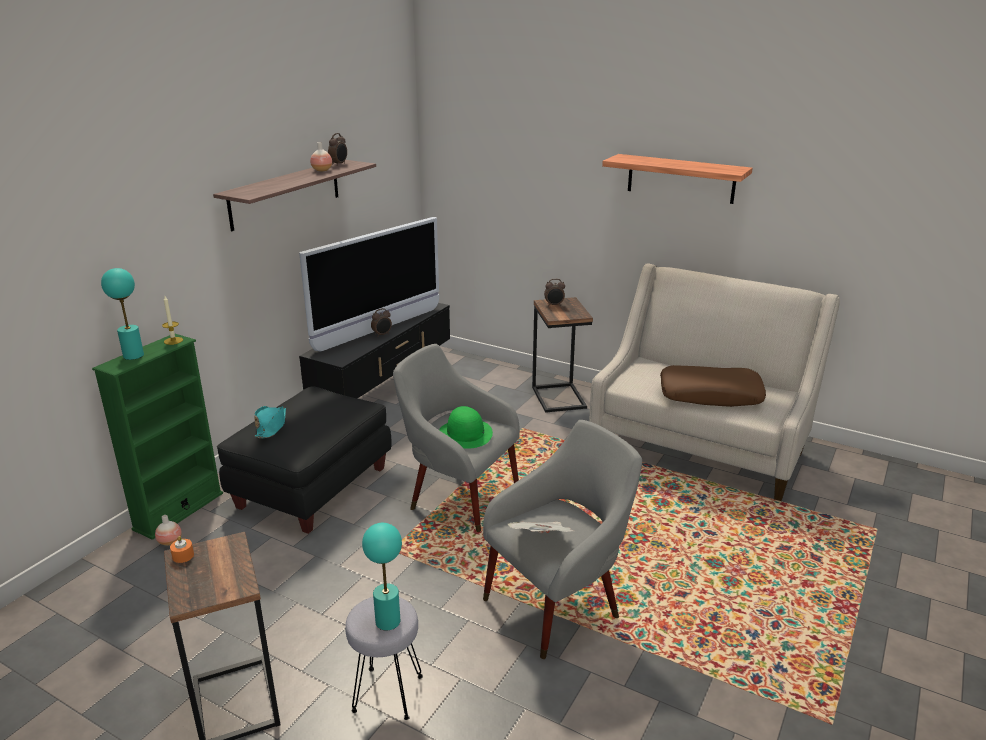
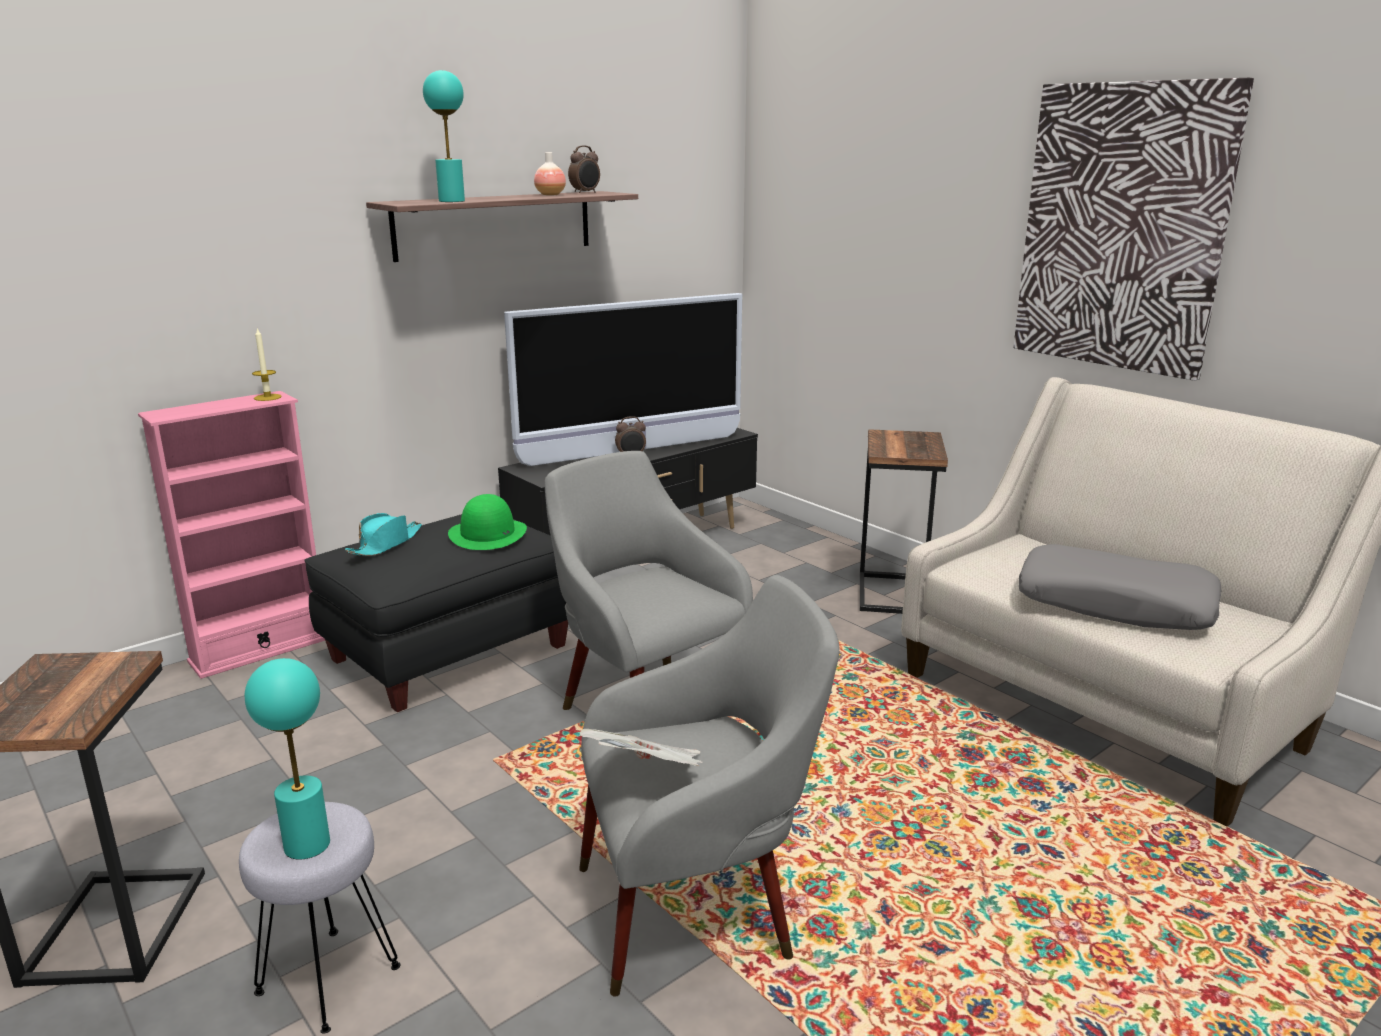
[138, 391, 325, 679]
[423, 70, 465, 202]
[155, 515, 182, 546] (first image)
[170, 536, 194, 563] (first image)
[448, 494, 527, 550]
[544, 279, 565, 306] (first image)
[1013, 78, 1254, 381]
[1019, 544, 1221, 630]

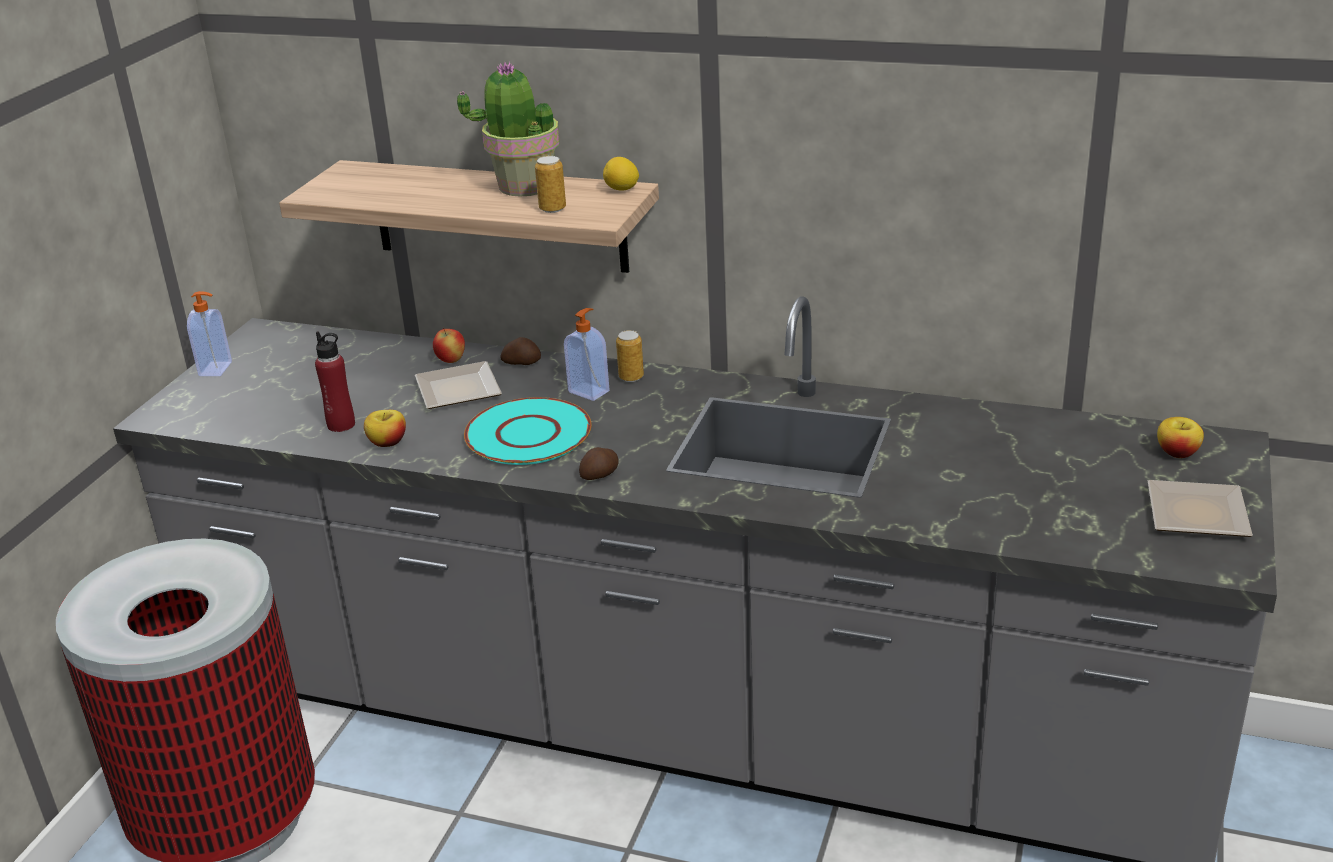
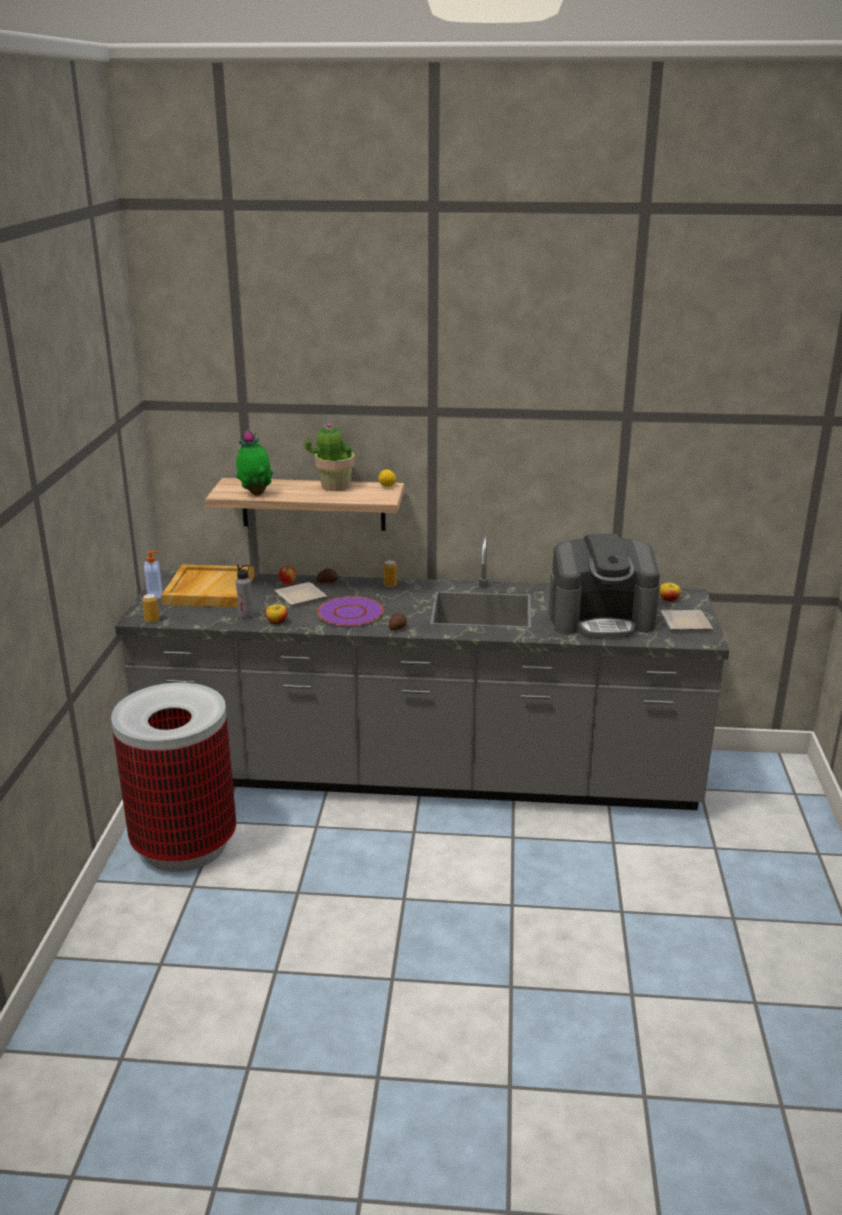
[236, 565, 253, 619]
[317, 596, 384, 627]
[142, 594, 159, 623]
[564, 308, 609, 401] (first image)
[161, 565, 255, 607]
[236, 430, 273, 496]
[549, 534, 660, 638]

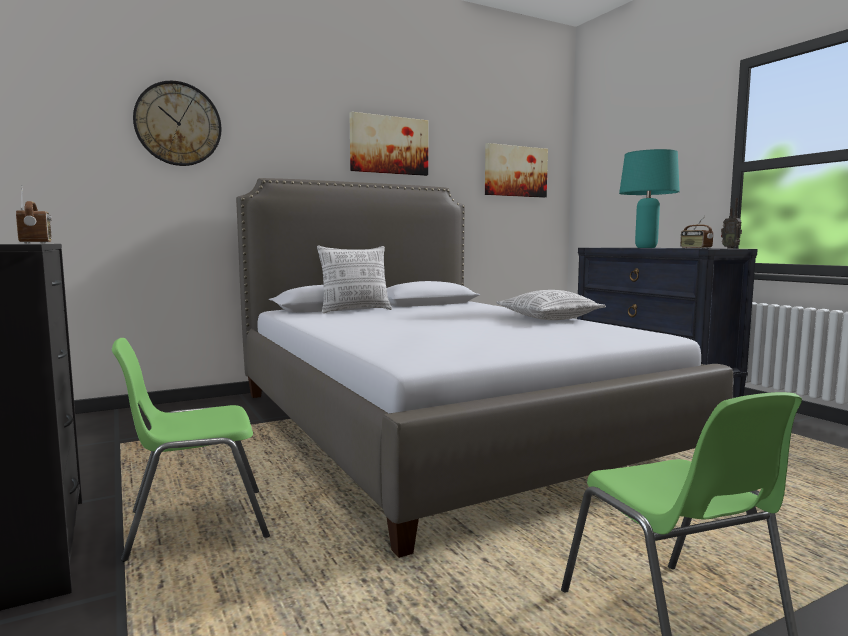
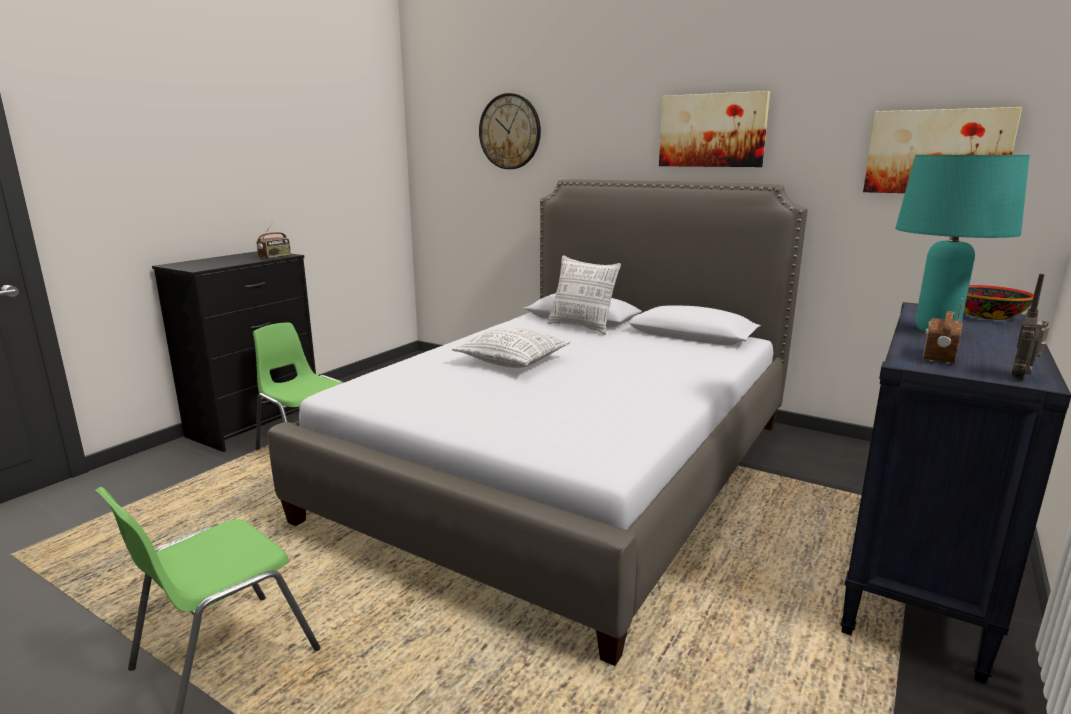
[452, 328, 570, 368]
[964, 285, 1034, 320]

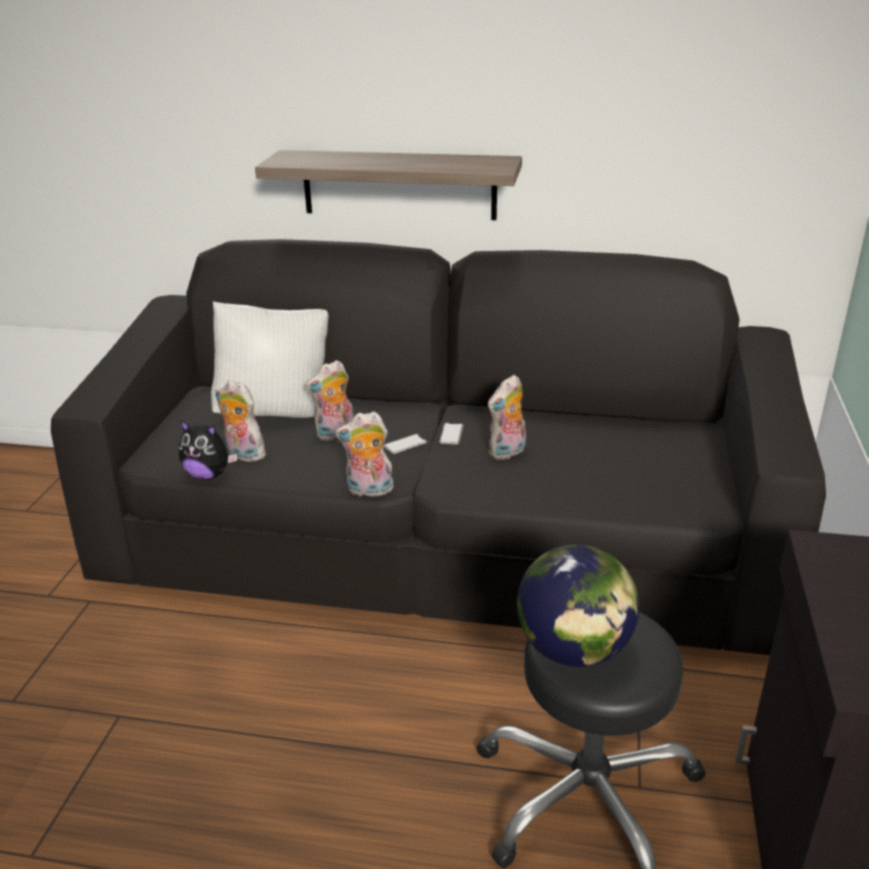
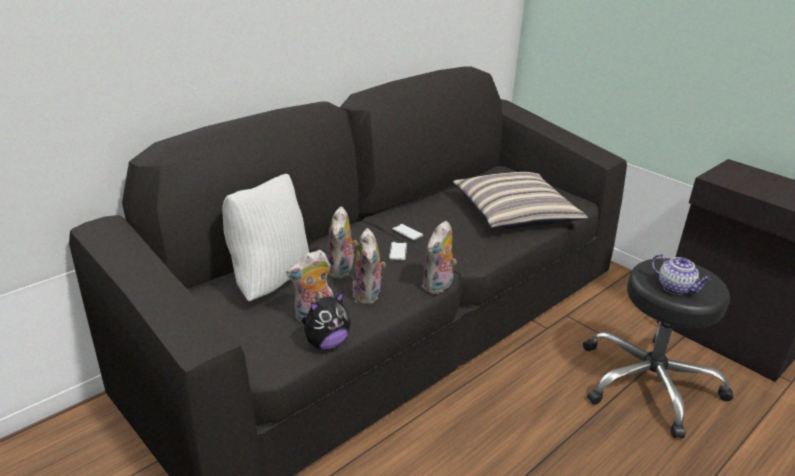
[255, 150, 522, 220] (first image)
[352, 228, 386, 305]
[651, 254, 712, 295]
[453, 172, 588, 229]

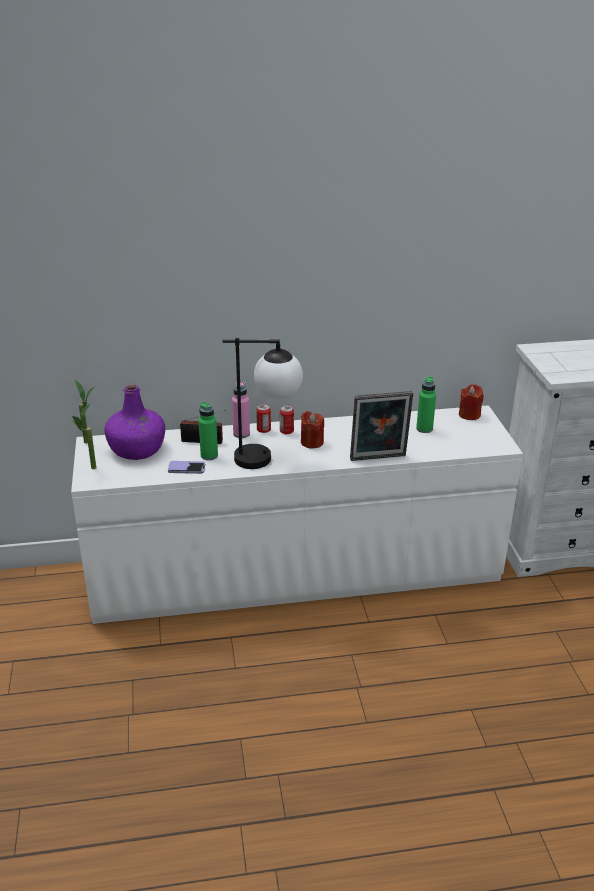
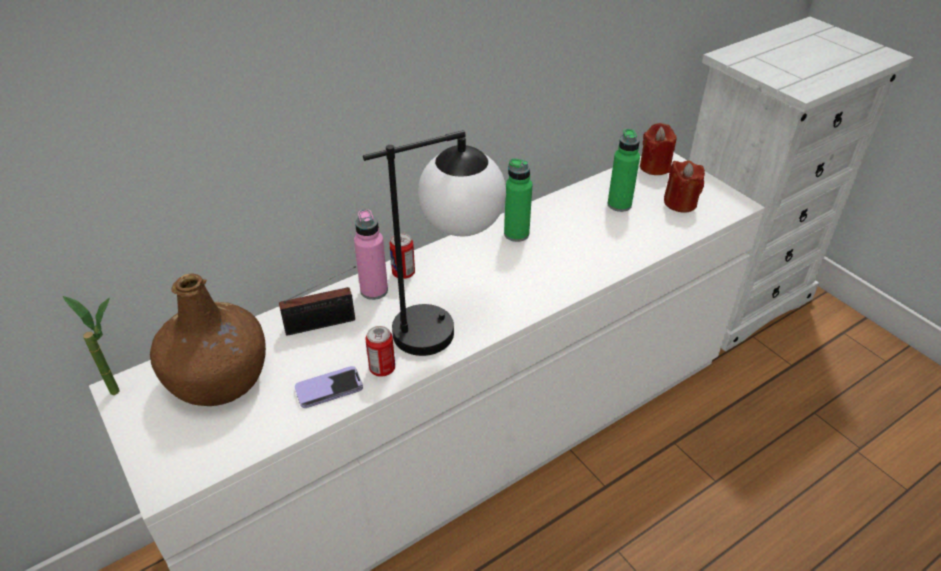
[71, 404, 96, 469] (first image)
[150, 274, 266, 406]
[504, 158, 533, 242]
[365, 326, 395, 377]
[664, 160, 705, 212]
[350, 391, 413, 461] (first image)

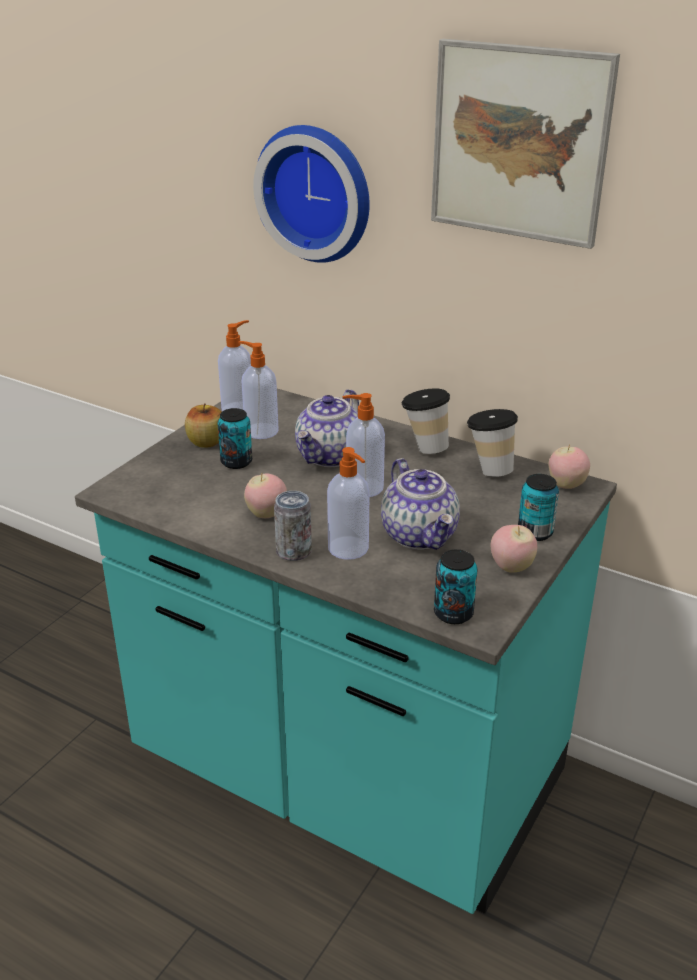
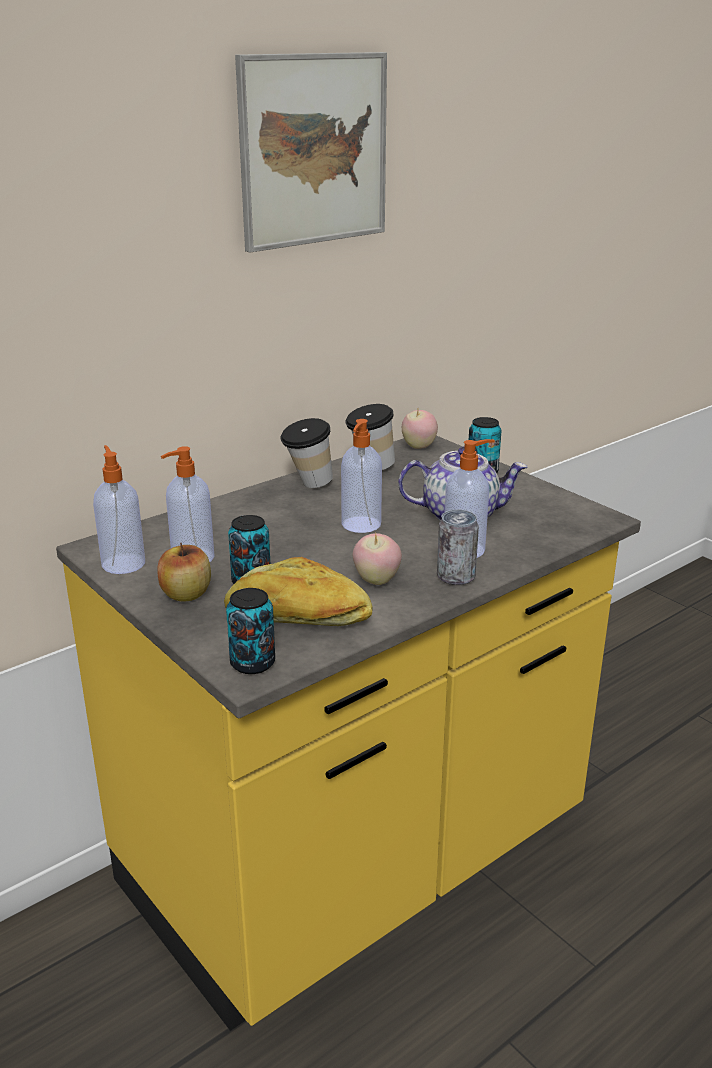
[56, 436, 641, 1031]
[253, 125, 370, 263] (first image)
[295, 389, 359, 467] (first image)
[226, 588, 275, 674]
[491, 525, 537, 573] (first image)
[224, 557, 373, 626]

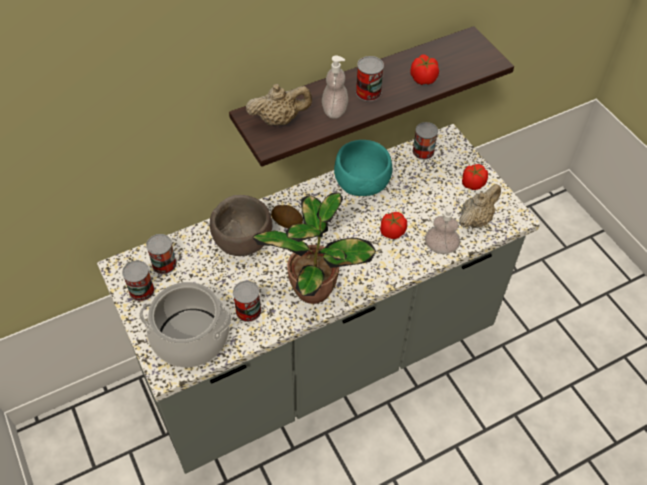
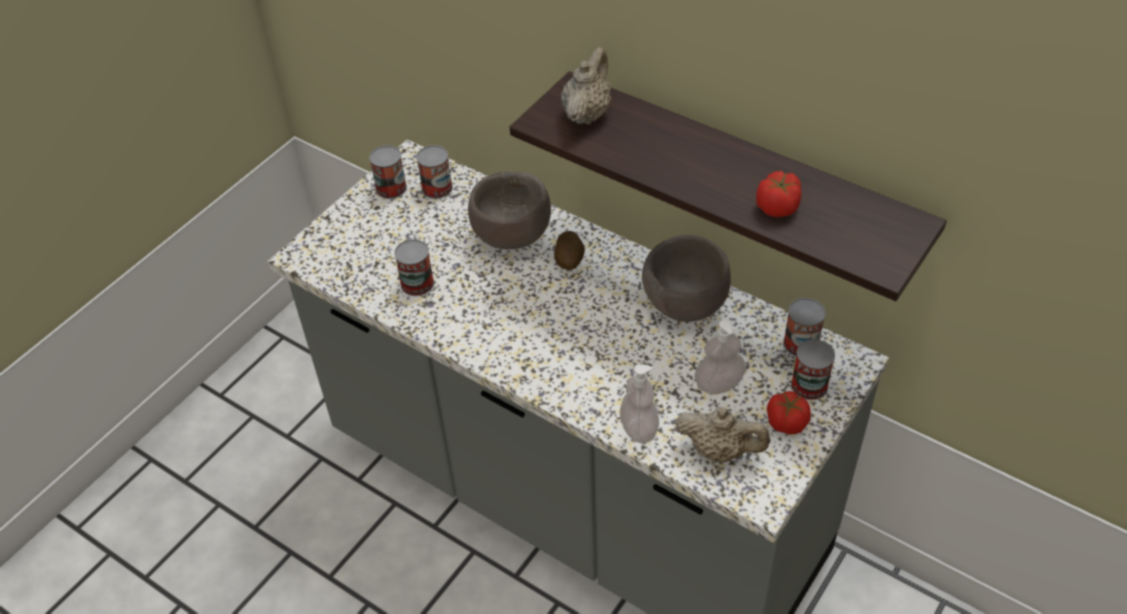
[139, 282, 232, 367] (first image)
[561, 47, 612, 125]
[252, 193, 376, 304] (first image)
[694, 320, 746, 394]
[642, 235, 731, 322]
[791, 339, 835, 400]
[380, 212, 407, 239] (first image)

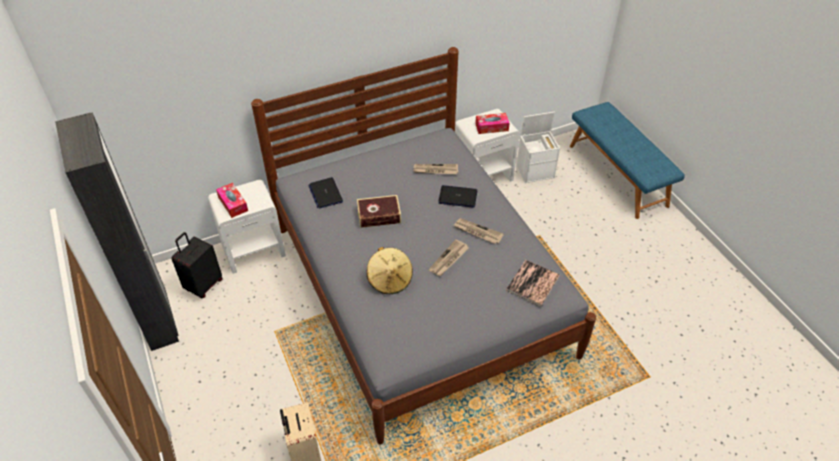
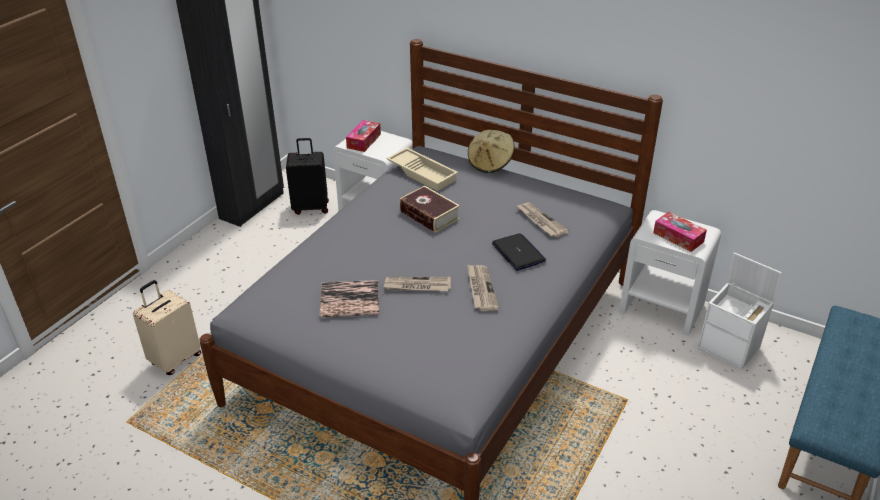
[386, 147, 458, 191]
[468, 130, 514, 173]
[320, 280, 379, 318]

